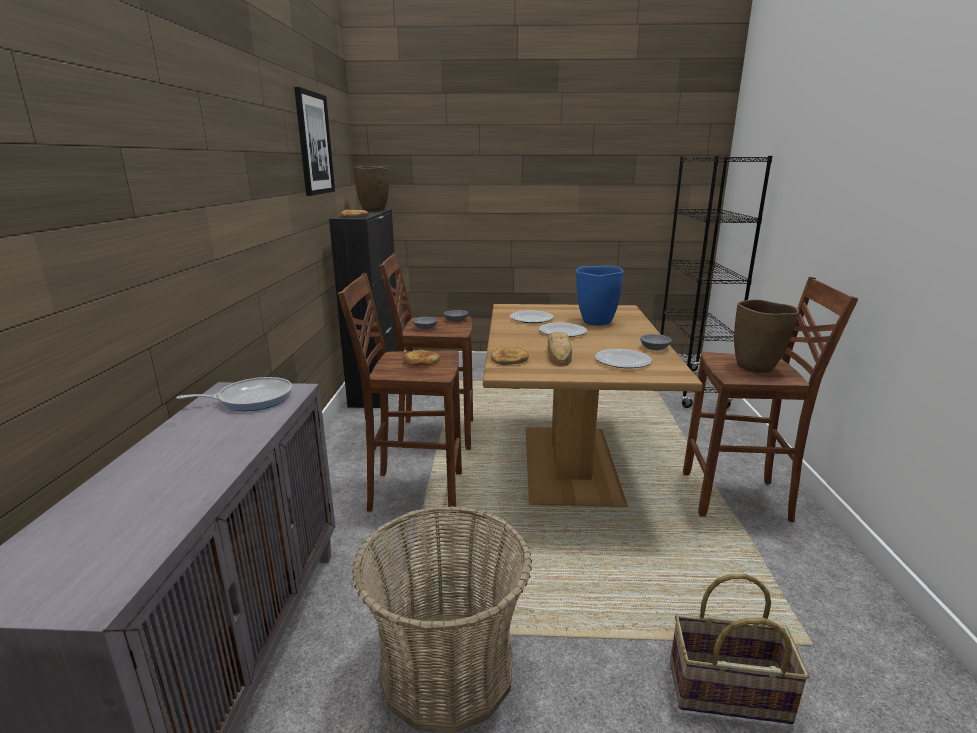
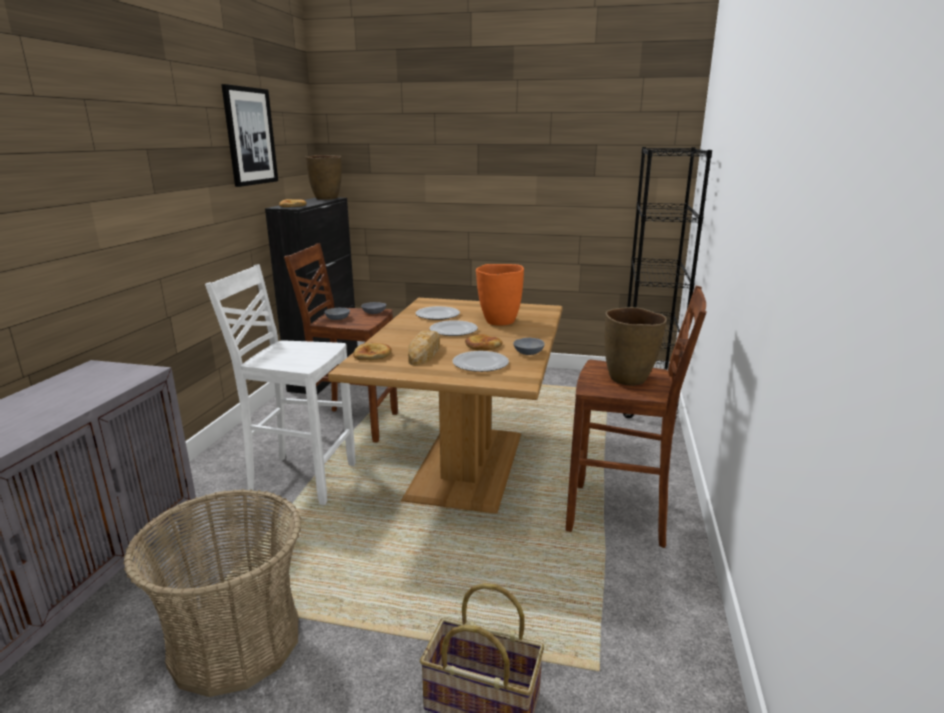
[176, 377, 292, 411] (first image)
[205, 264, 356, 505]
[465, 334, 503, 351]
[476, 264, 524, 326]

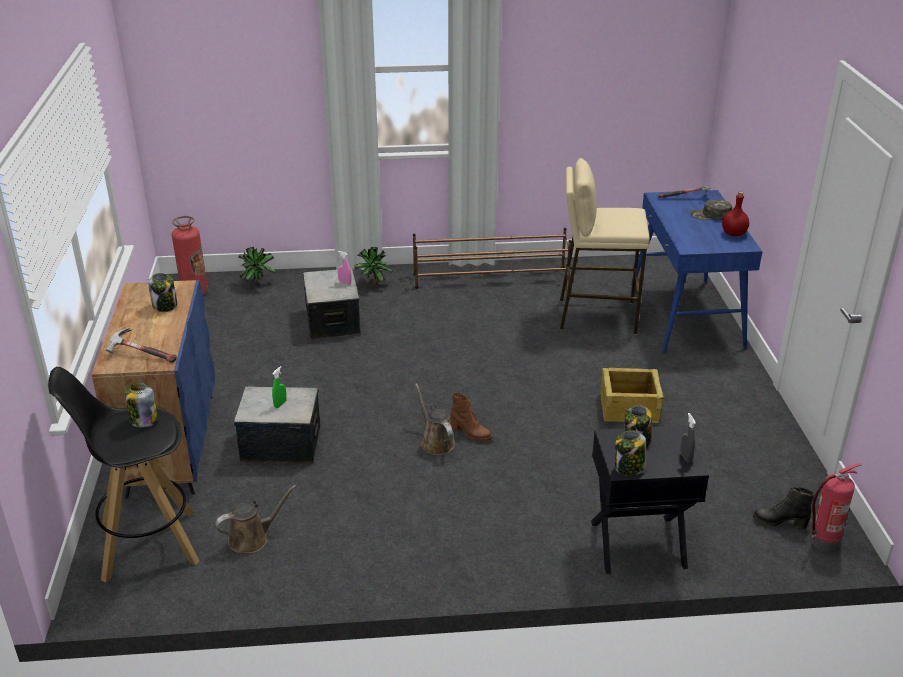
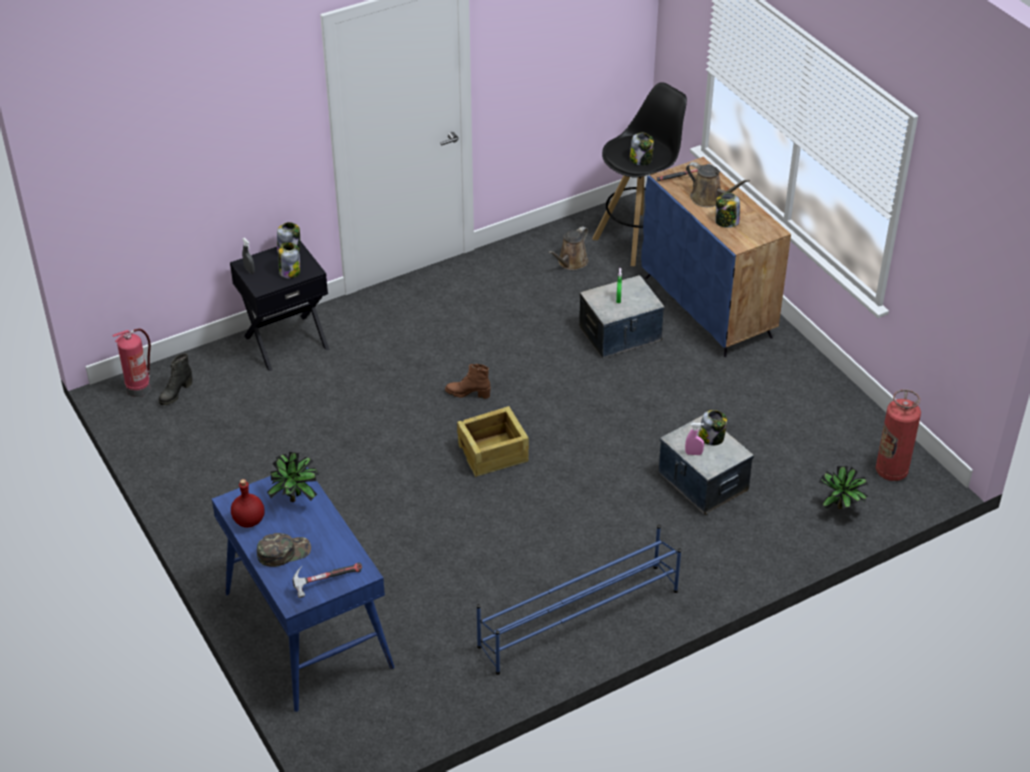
[267, 452, 319, 502]
[477, 525, 681, 675]
[686, 162, 750, 207]
[560, 158, 650, 334] (first image)
[457, 406, 529, 477]
[159, 353, 192, 405]
[699, 410, 727, 446]

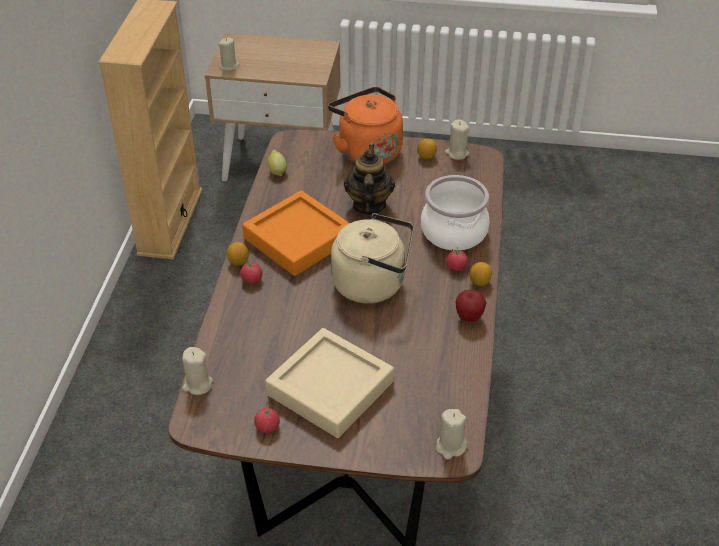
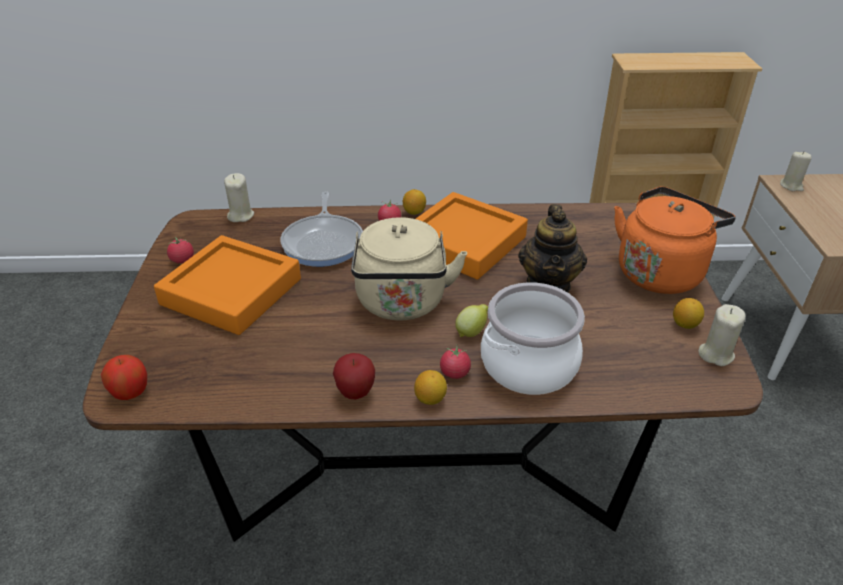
[154, 235, 301, 335]
[455, 304, 488, 337]
[518, 204, 587, 293]
[101, 355, 147, 400]
[281, 192, 363, 267]

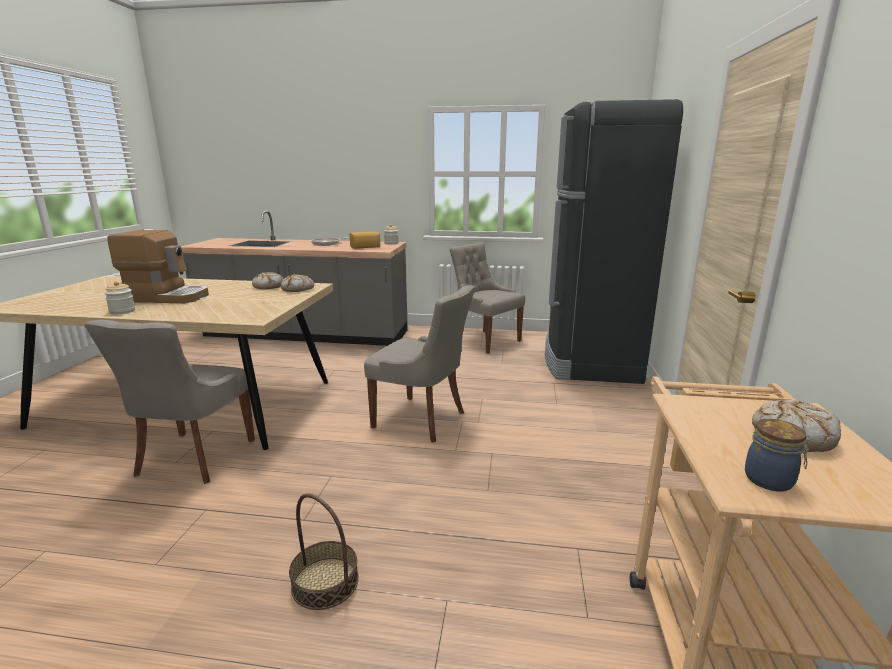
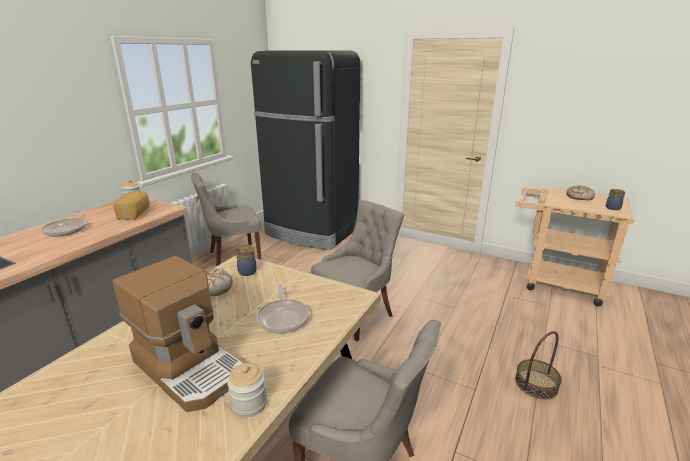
[113, 256, 243, 412]
[236, 246, 257, 276]
[256, 284, 309, 333]

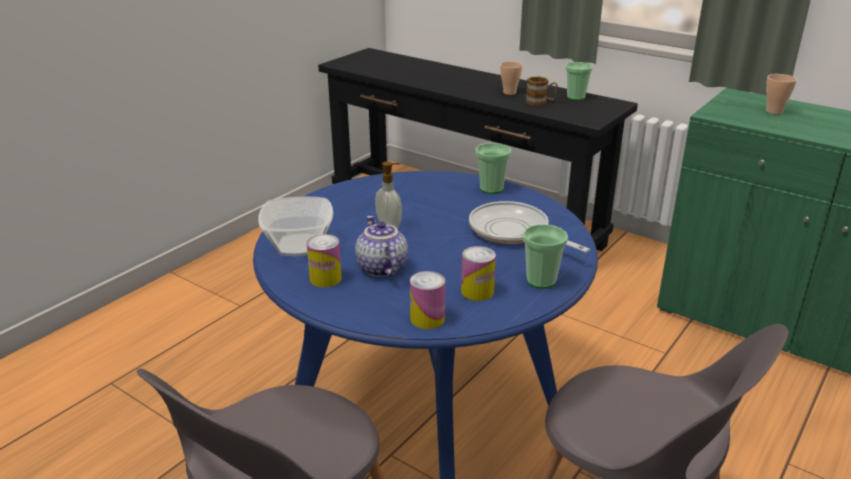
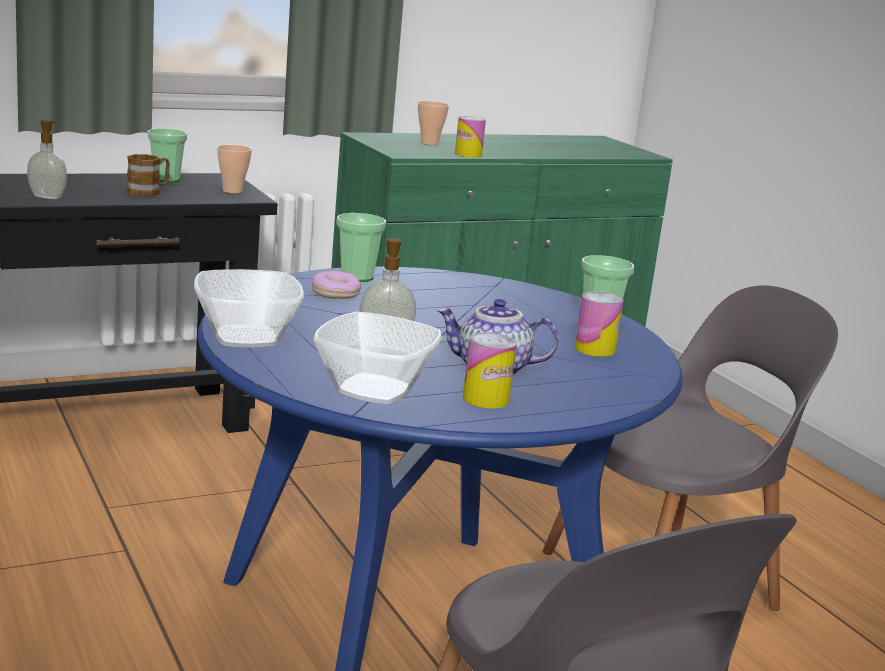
[455, 116, 486, 158]
[469, 201, 590, 253] (first image)
[217, 145, 252, 193]
[27, 120, 67, 199]
[194, 269, 304, 348]
[312, 271, 361, 299]

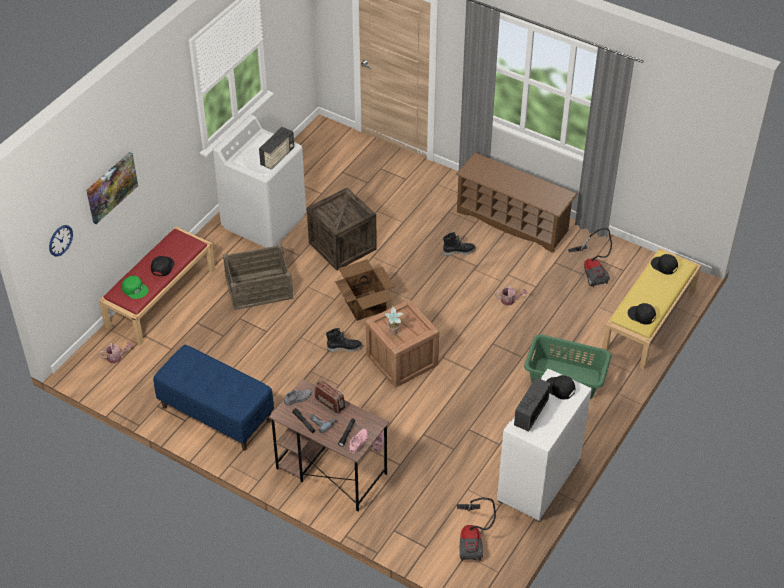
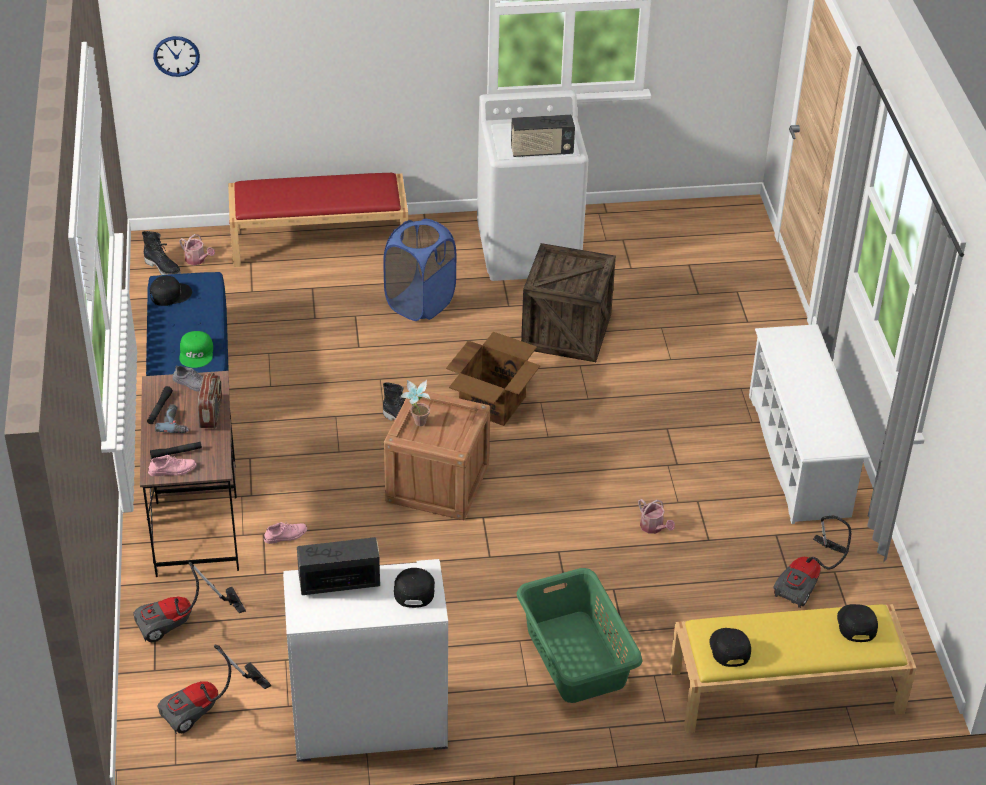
[86, 152, 138, 224] (first image)
[179, 331, 213, 368]
[150, 276, 192, 306]
[383, 219, 456, 321]
[142, 231, 181, 275]
[749, 324, 870, 524]
[133, 562, 246, 643]

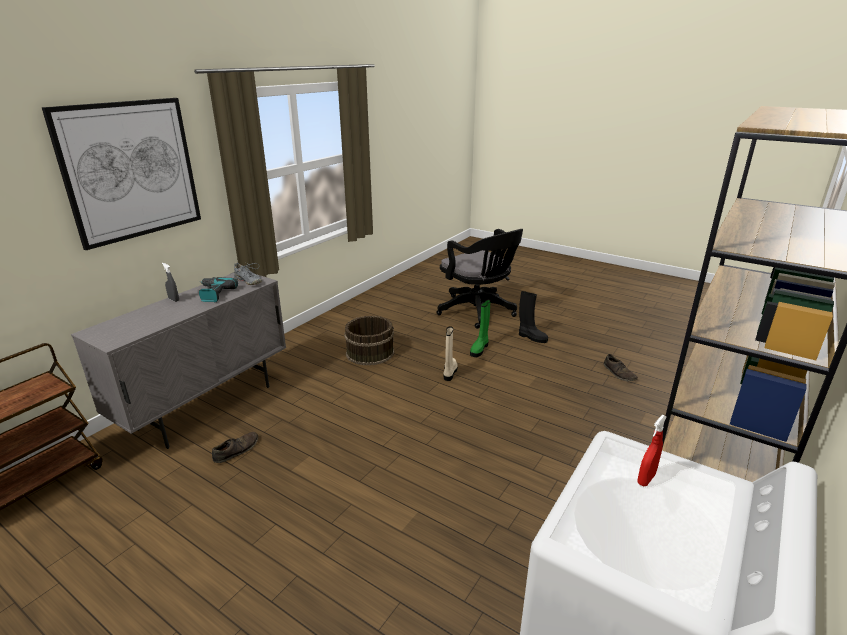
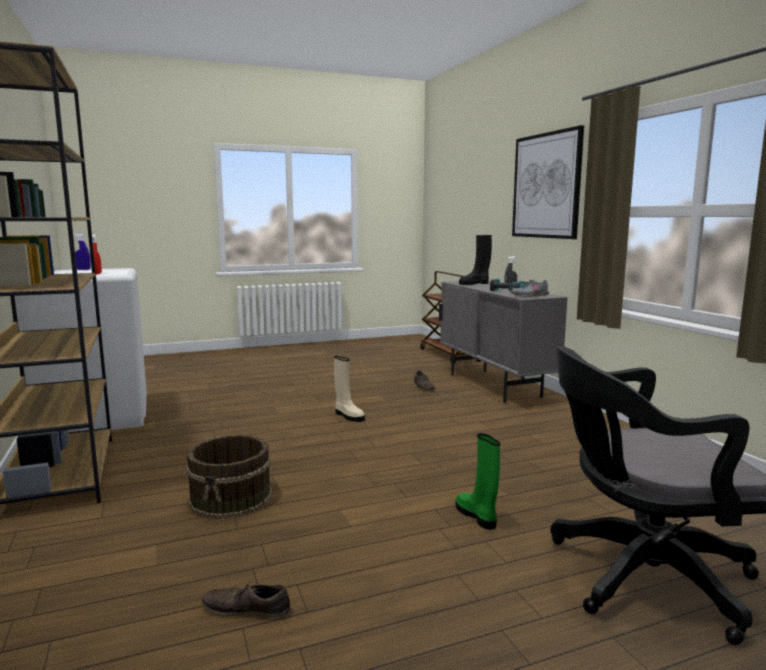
[186, 435, 272, 519]
[334, 356, 365, 422]
[459, 235, 492, 285]
[73, 233, 91, 270]

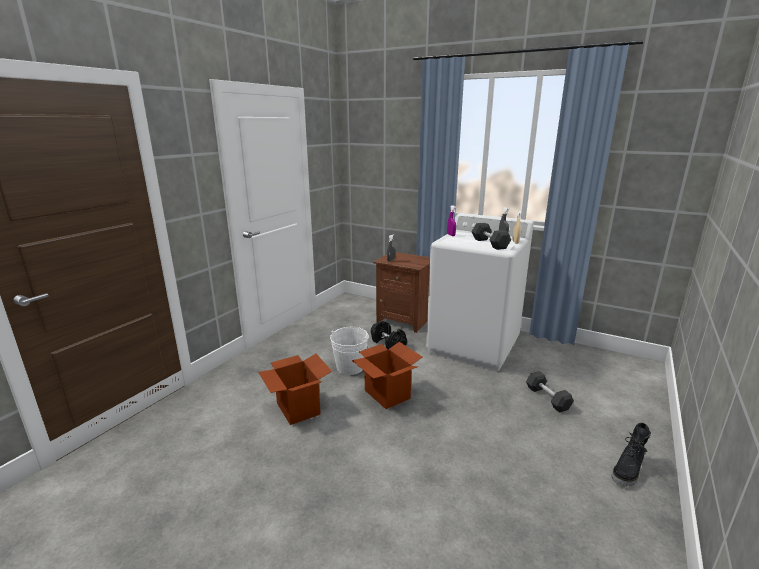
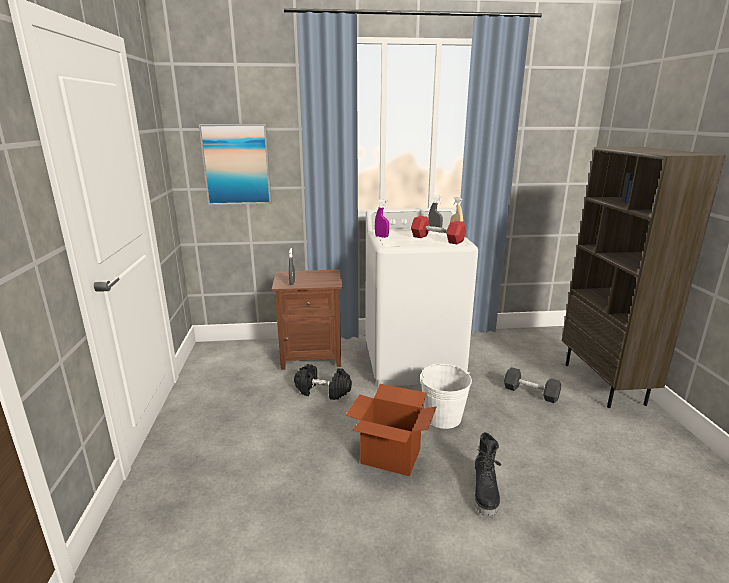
[258, 354, 332, 425] (first image)
[420, 363, 472, 429]
[411, 216, 466, 244]
[474, 432, 501, 516]
[199, 124, 272, 205]
[562, 147, 726, 408]

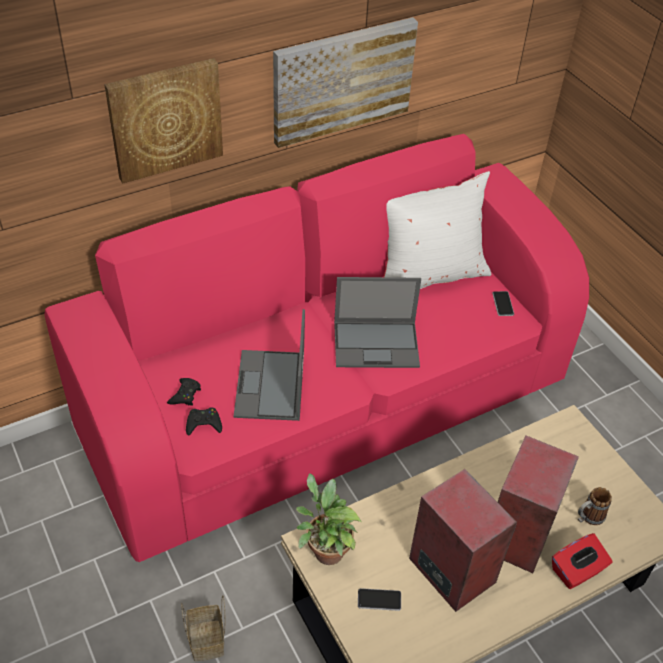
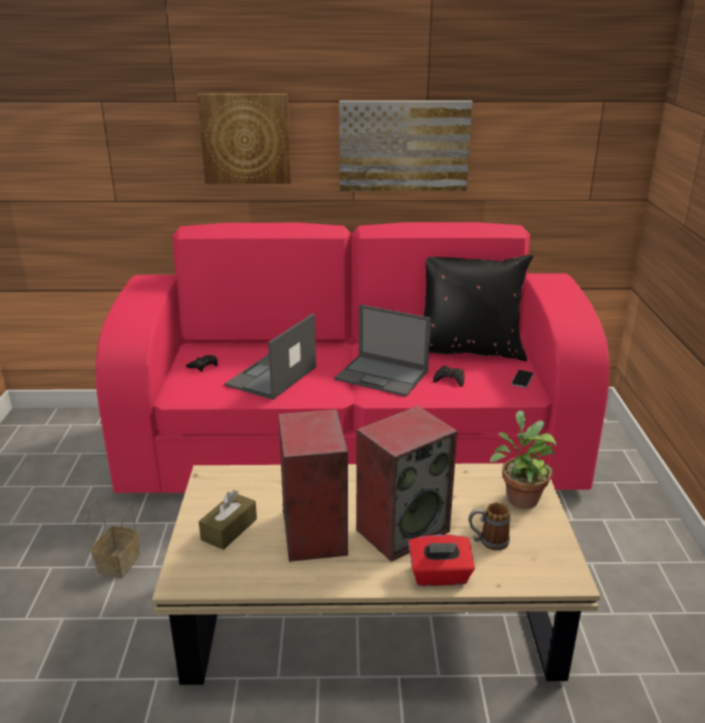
[433, 365, 465, 387]
[490, 410, 557, 509]
[199, 490, 257, 550]
[424, 254, 534, 361]

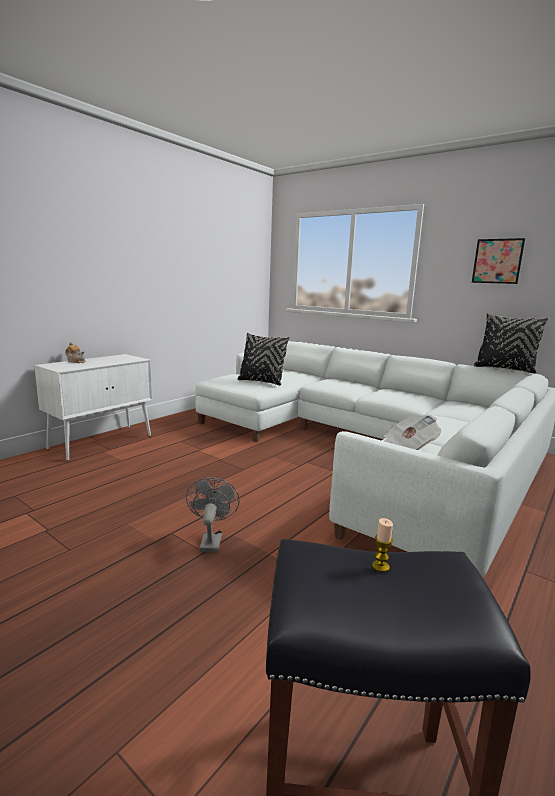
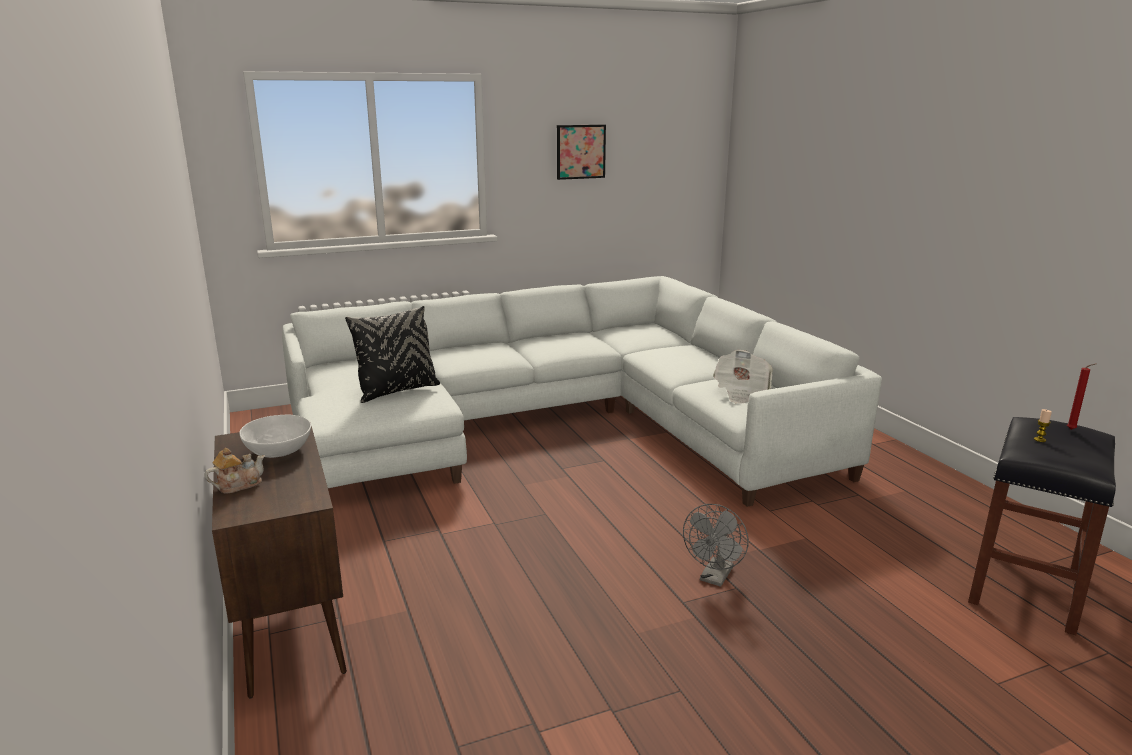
[212, 426, 347, 698]
[683, 504, 749, 587]
[474, 313, 548, 374] (first image)
[239, 415, 311, 458]
[1067, 364, 1095, 430]

